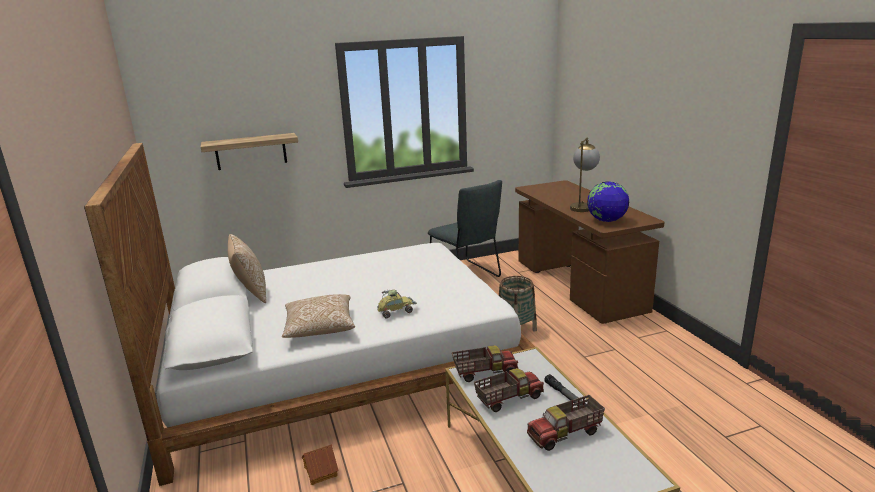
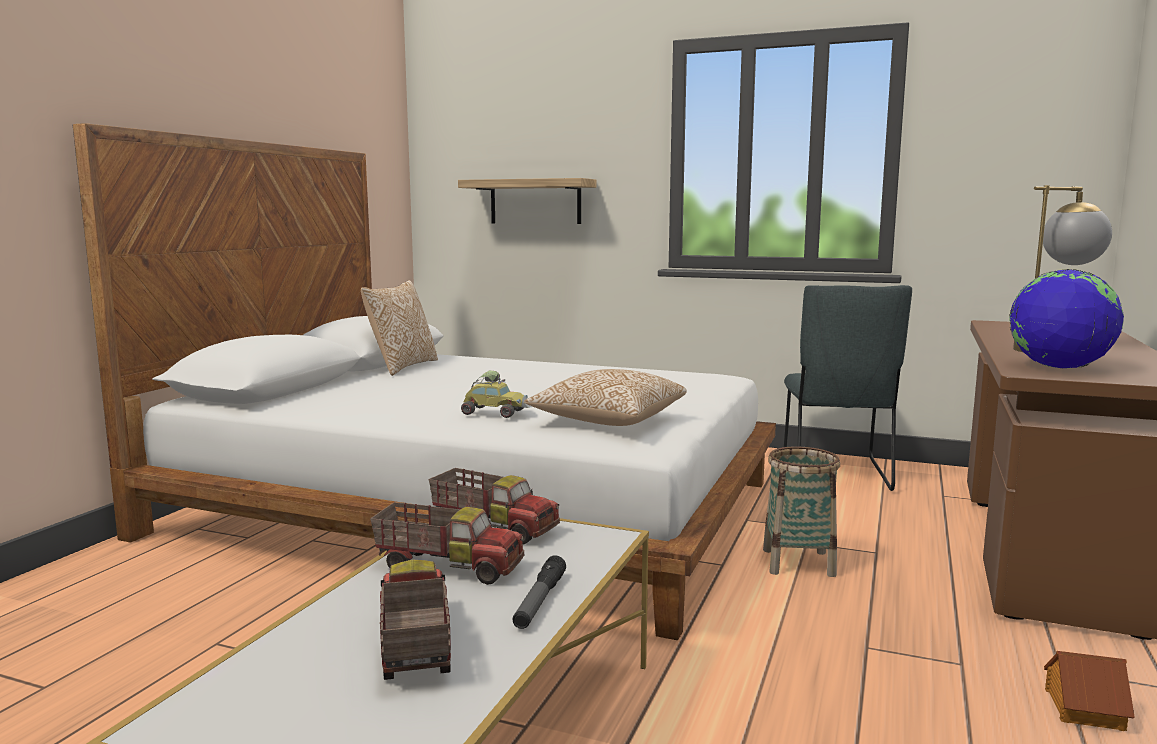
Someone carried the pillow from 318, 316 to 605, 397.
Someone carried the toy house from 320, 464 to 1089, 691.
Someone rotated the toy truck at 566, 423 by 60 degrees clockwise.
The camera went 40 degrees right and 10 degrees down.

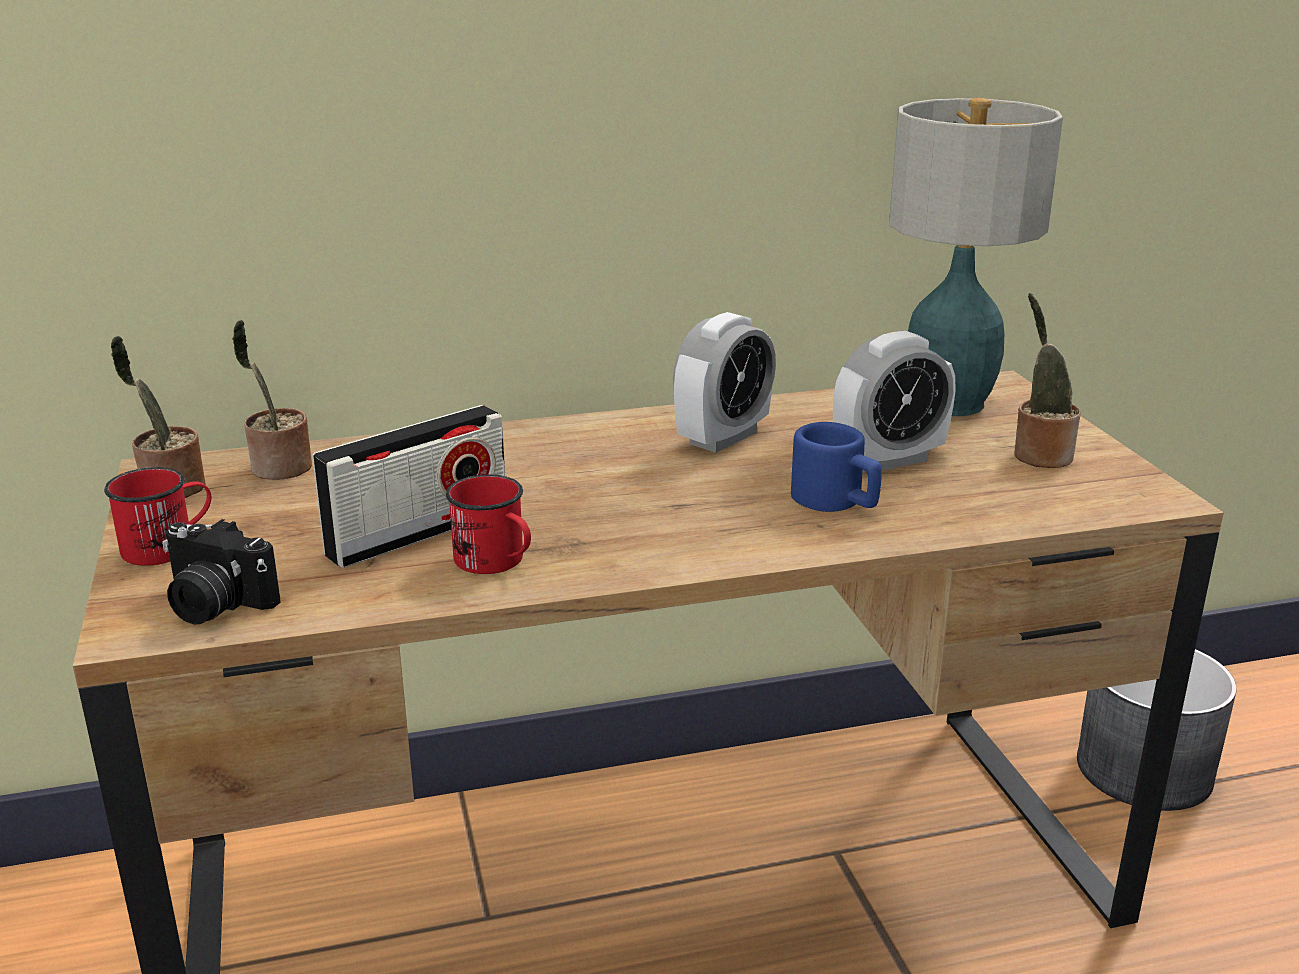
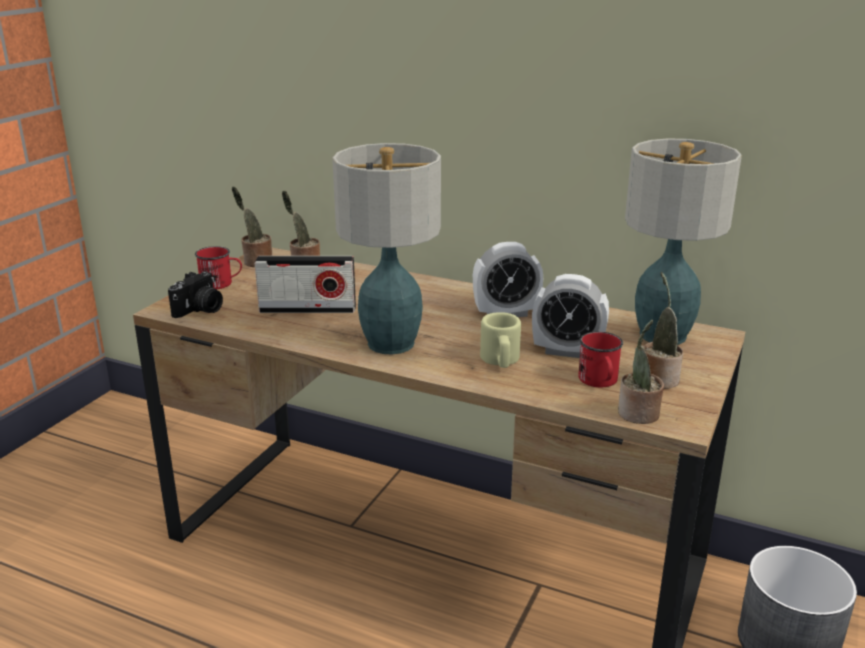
Someone rotated the photo camera at 221, 572 by 120 degrees counterclockwise.
Someone carried the mug (red) from 488, 524 to 600, 359.
Someone repainted the mug (blue) at 836, 467, which became the mug (beige) at 500, 340.
Someone put down the table lamp at 386, 248.
Someone put down the potted plant at 641, 372.
The camera went 40 degrees right and 0 degrees up.

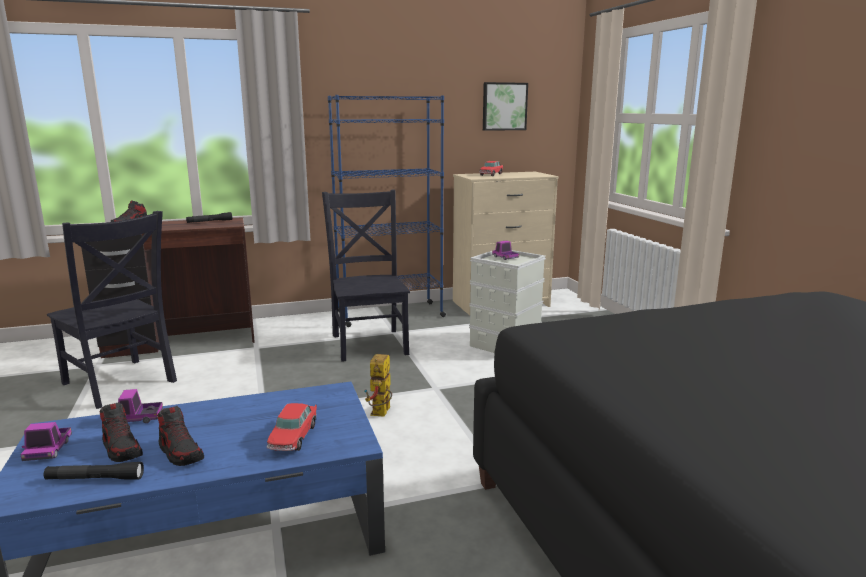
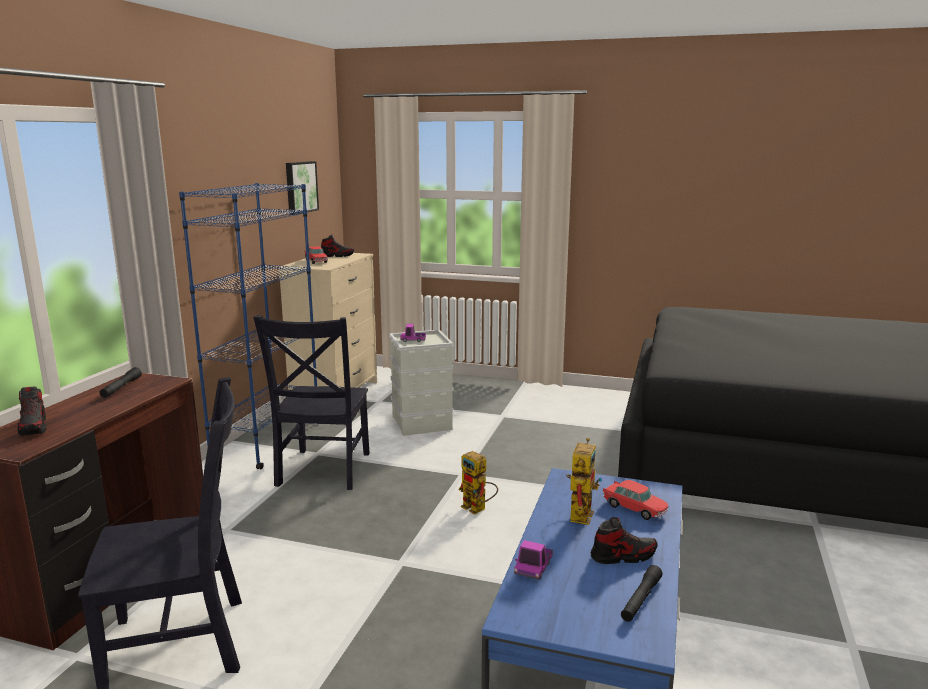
Someone took away the toy truck at 46, 441.
Someone carried the shoe from 121, 432 to 337, 246.
Someone rotated the chair (black) at 366, 276 by 105 degrees counterclockwise.
Someone put down the toy robot at 584, 481.
The camera went 55 degrees left and 0 degrees up.

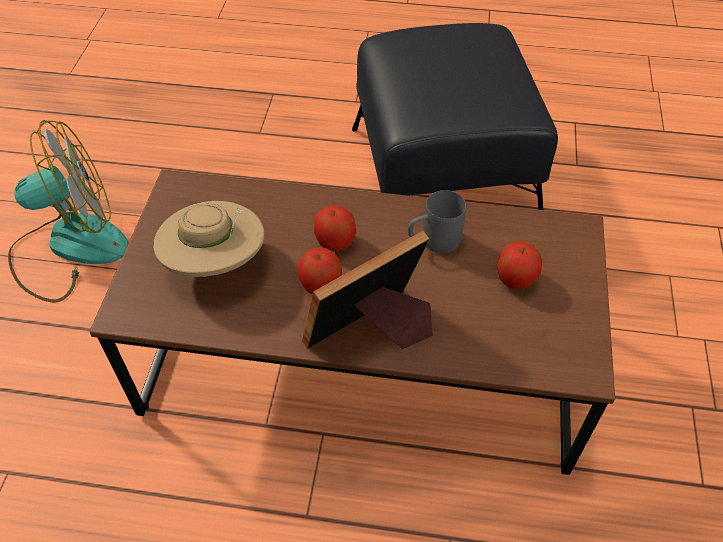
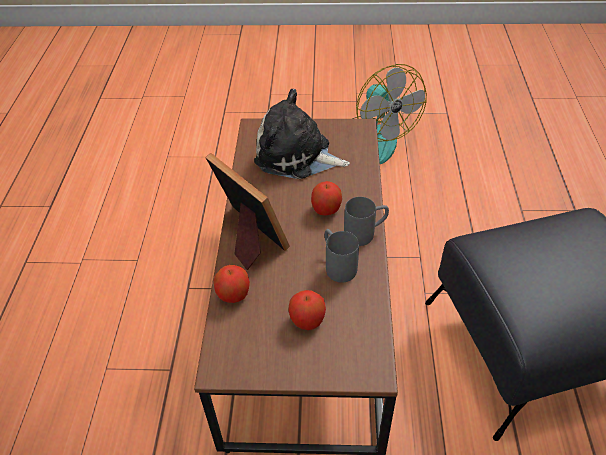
Someone swapped the hat (beige) at 209, 239 for the plush toy at 302, 134.
Someone carried the apple from 320, 270 to 232, 284.
Someone put down the mug (grey) at 366, 221.
The camera went 85 degrees right and 5 degrees down.

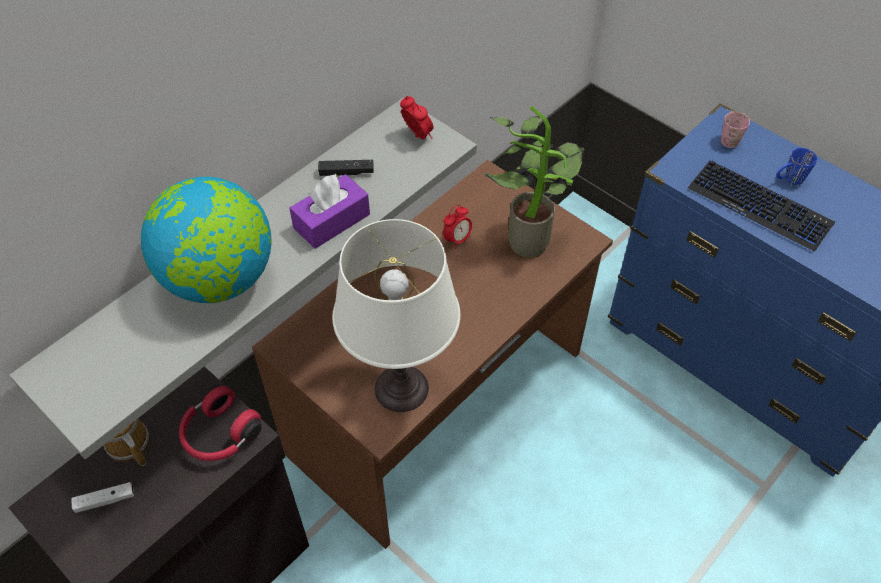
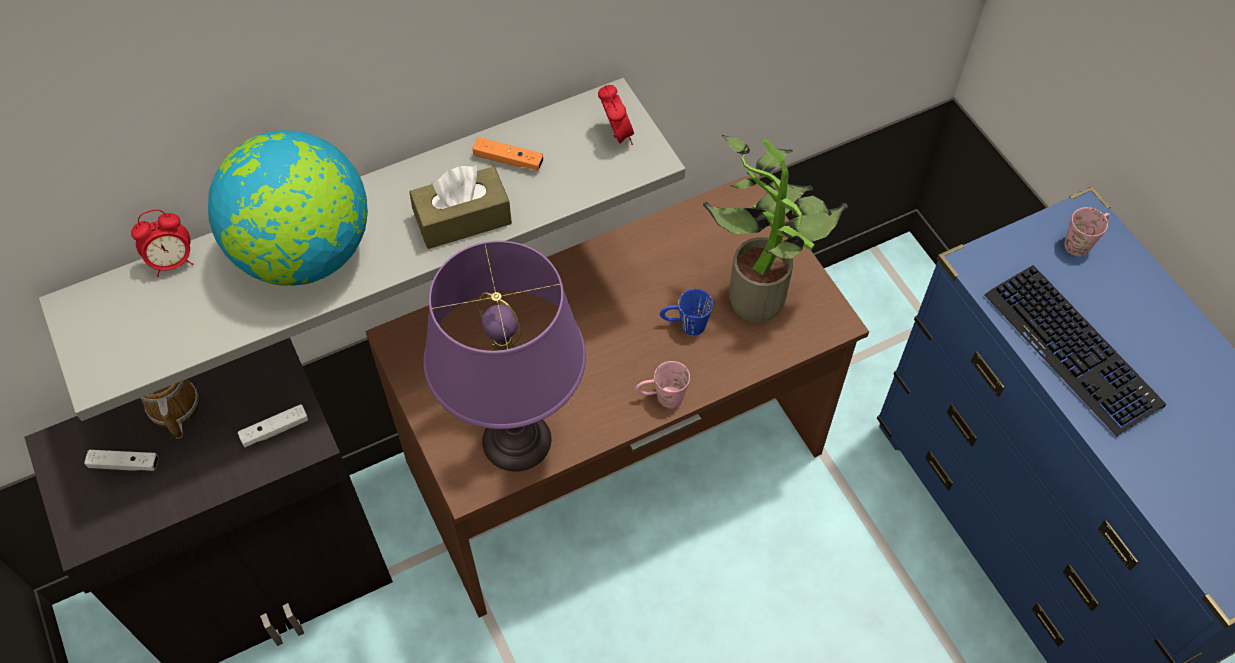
Someone swapped the headphones (red) at 220, 423 for the game controller (white) at 273, 425.
Someone repainted the tissue box (purple) at 329, 211, which became the tissue box (brown) at 460, 207.
Someone repainted the game controller (black) at 346, 168, which became the game controller (orange) at 508, 154.
Someone repainted the table lamp (white) at 396, 315, which became the table lamp (purple) at 505, 356.
Someone carried the alarm clock from 457, 227 to 162, 243.
Someone carried the mug (blue) from 797, 166 to 686, 312.
Someone put down the mug (pink) at 662, 384.
The camera went 20 degrees right and 5 degrees up.

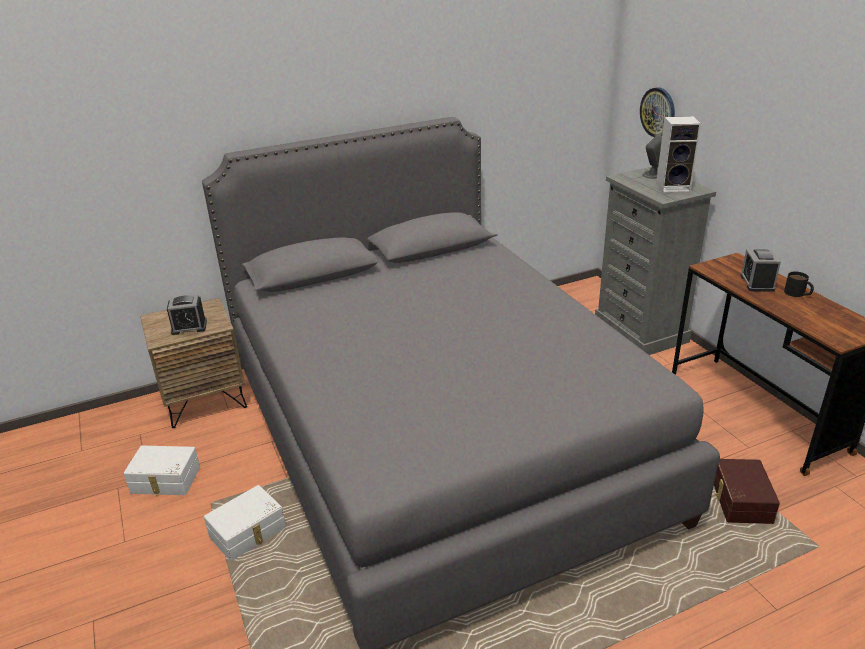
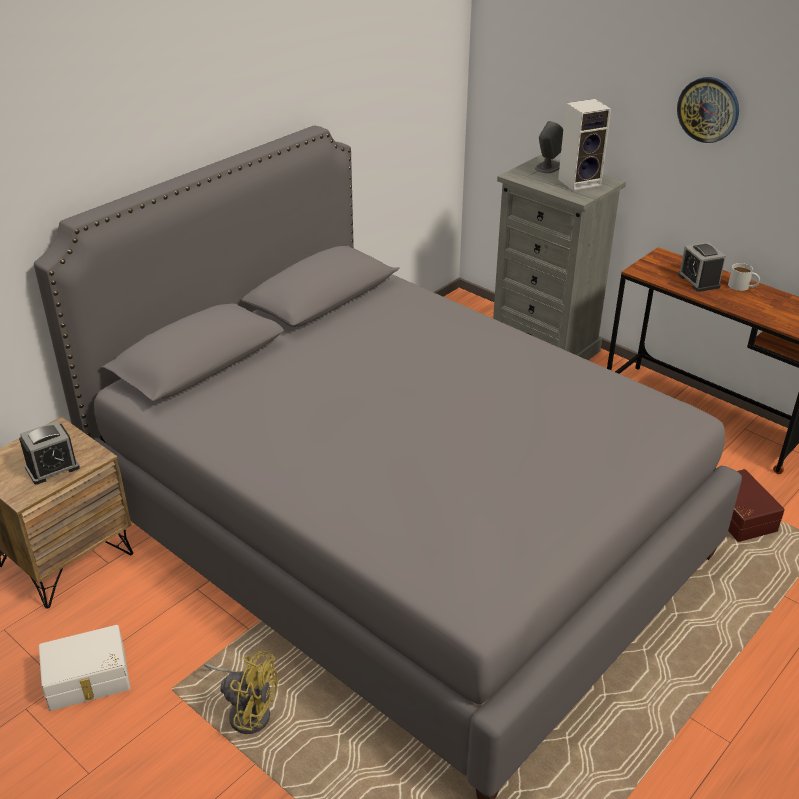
Someone swapped the storage box (white) at 245, 523 for the fan (yellow) at 241, 692.
Someone carried the wall clock from 657, 112 to 708, 110.
Someone repainted the mug (black) at 799, 284, which became the mug (white) at 744, 277.
The camera went 25 degrees left and 5 degrees up.

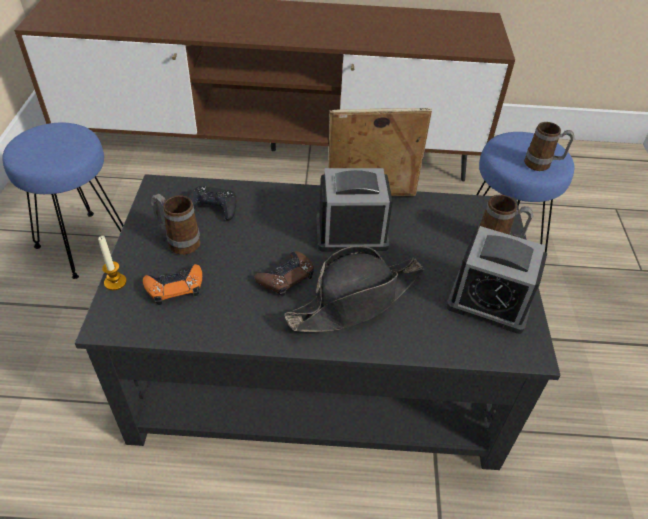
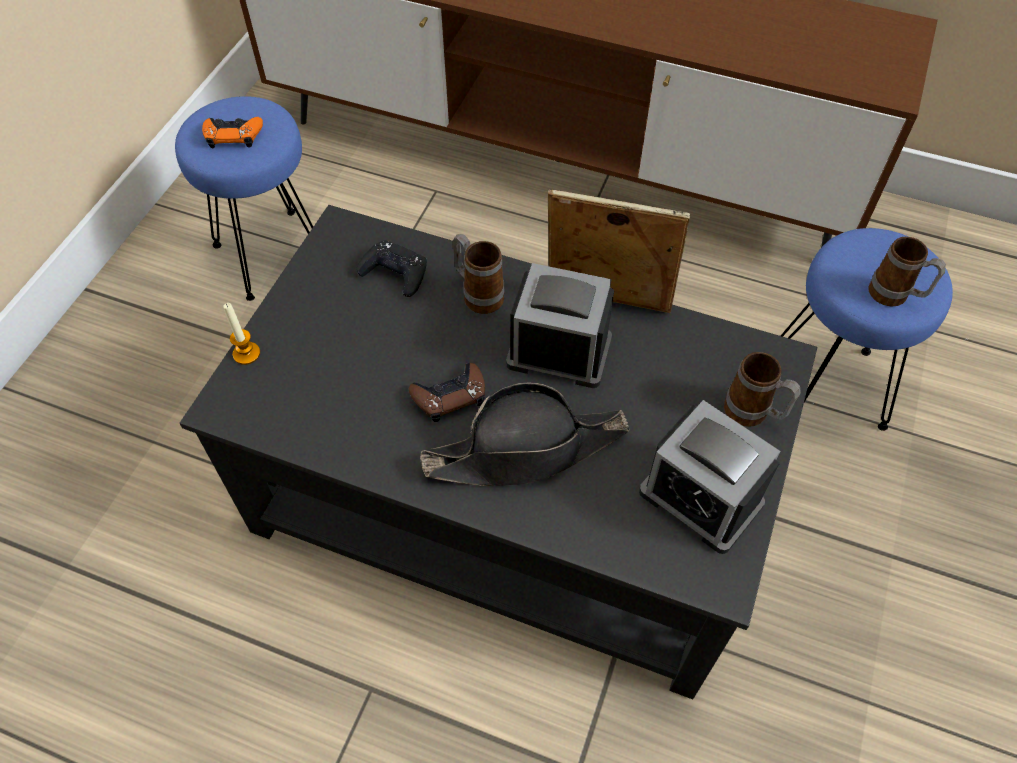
Someone carried the game controller (orange) from 172, 284 to 232, 132.
Someone carried the mug from 176, 224 to 478, 274.
The camera went 20 degrees right and 10 degrees up.

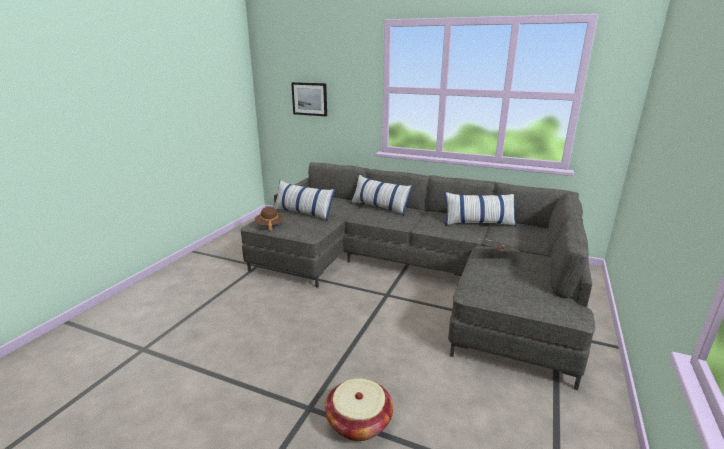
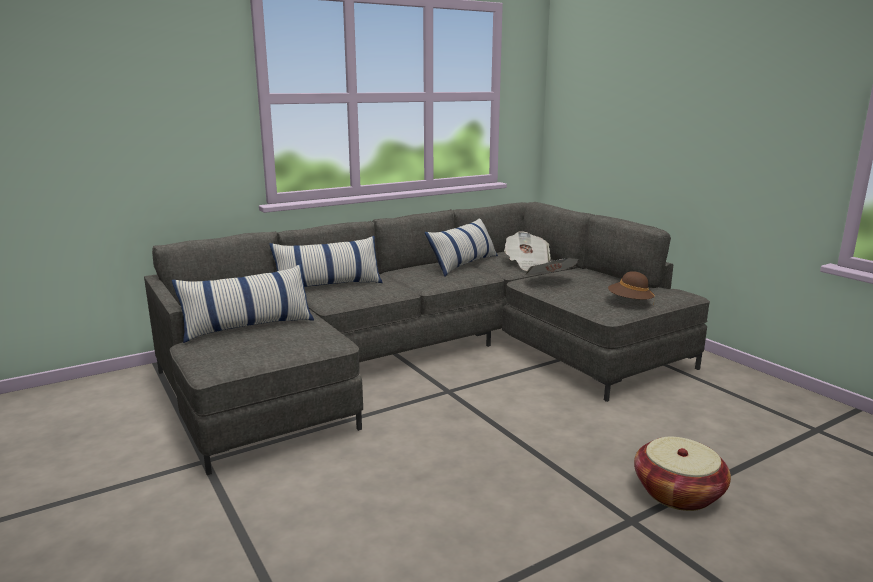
Someone carried the hat (brown) from 269, 219 to 631, 285.
Someone took away the picture at 309, 99.
Someone put down the newspaper at 527, 251.
The camera went 55 degrees left and 5 degrees down.

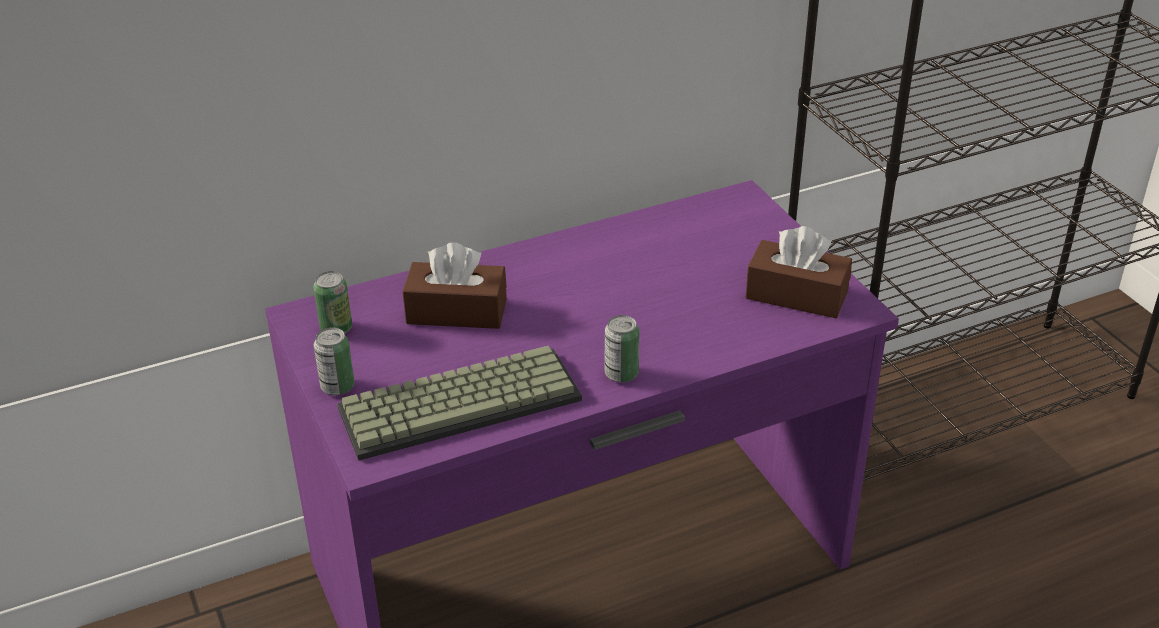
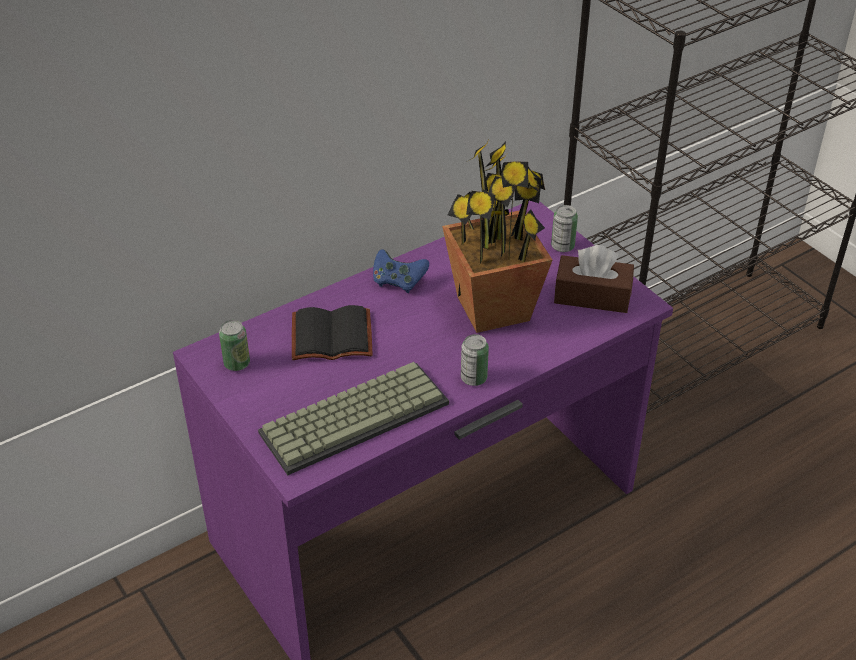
Someone carried the can from 334, 361 to 564, 228.
Someone swapped the tissue box (brown) at 454, 286 for the book (black) at 332, 332.
Someone put down the game controller (blue) at 401, 271.
Someone put down the potted plant at 497, 237.
The camera went 10 degrees left and 5 degrees up.

